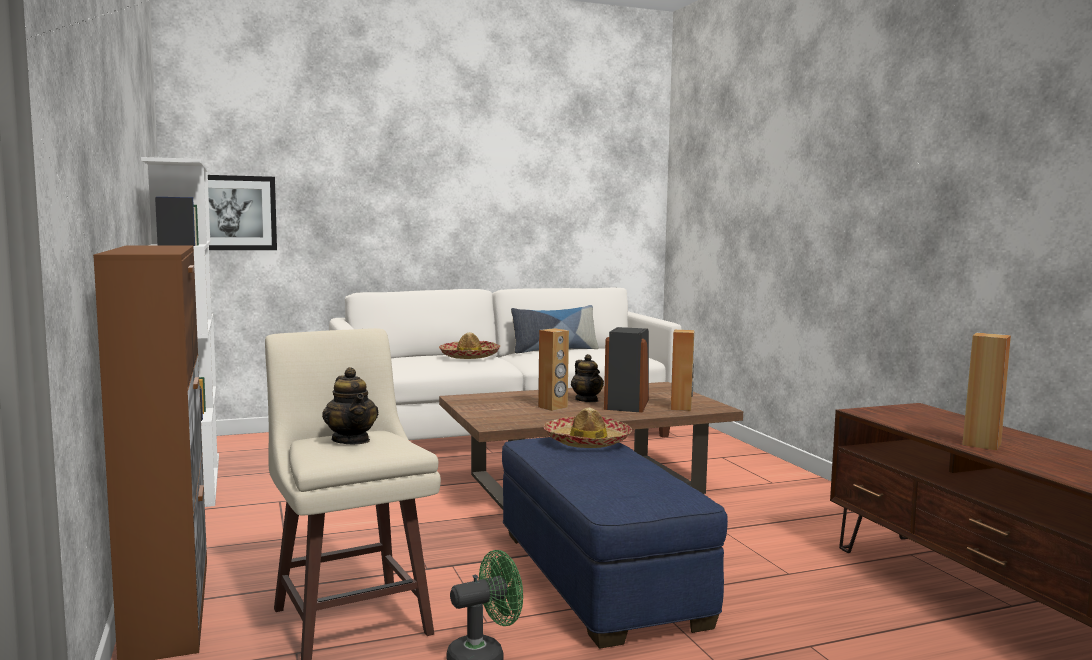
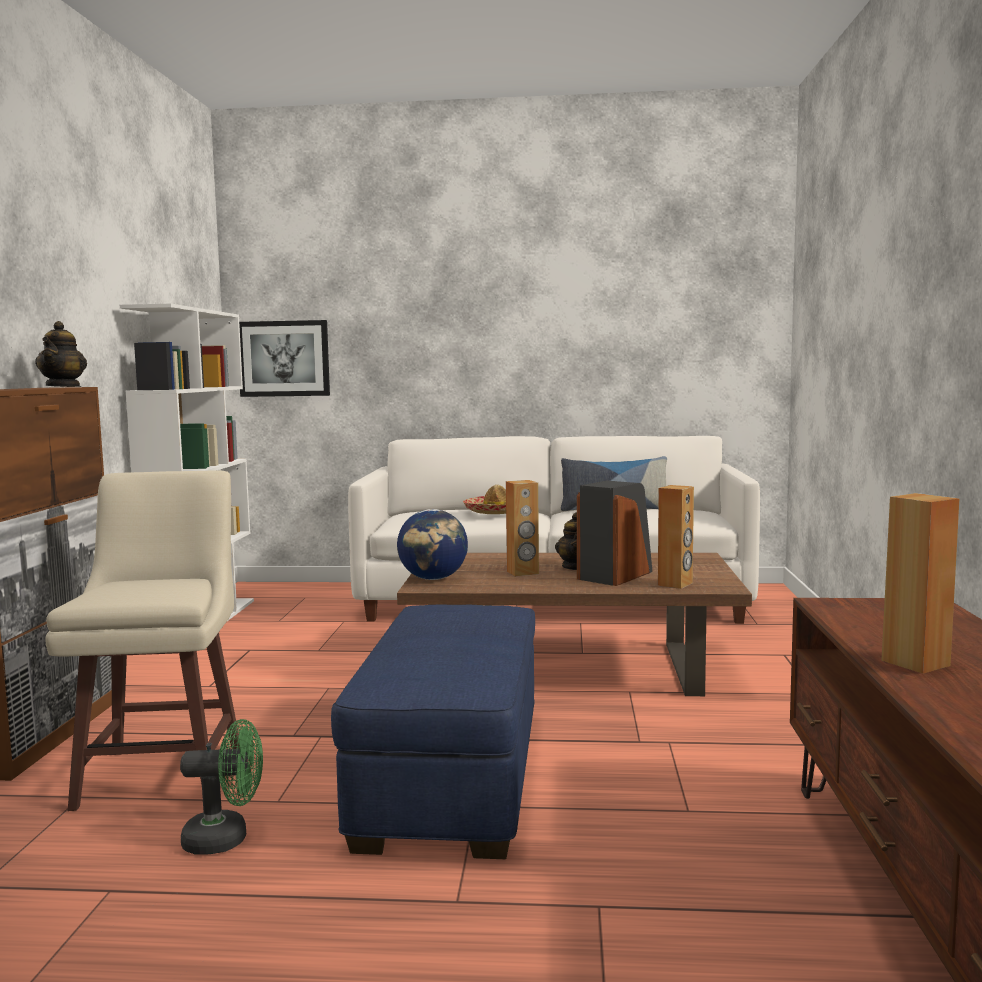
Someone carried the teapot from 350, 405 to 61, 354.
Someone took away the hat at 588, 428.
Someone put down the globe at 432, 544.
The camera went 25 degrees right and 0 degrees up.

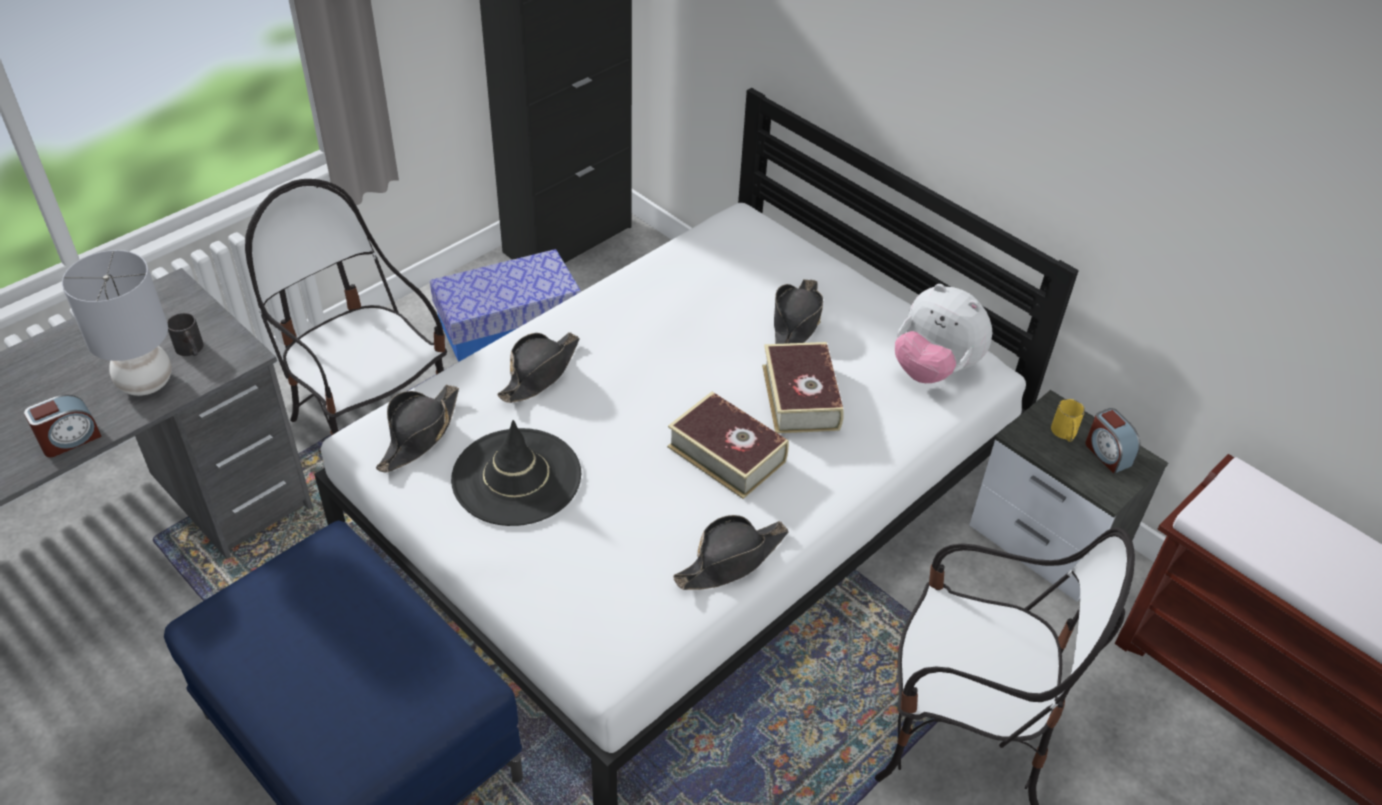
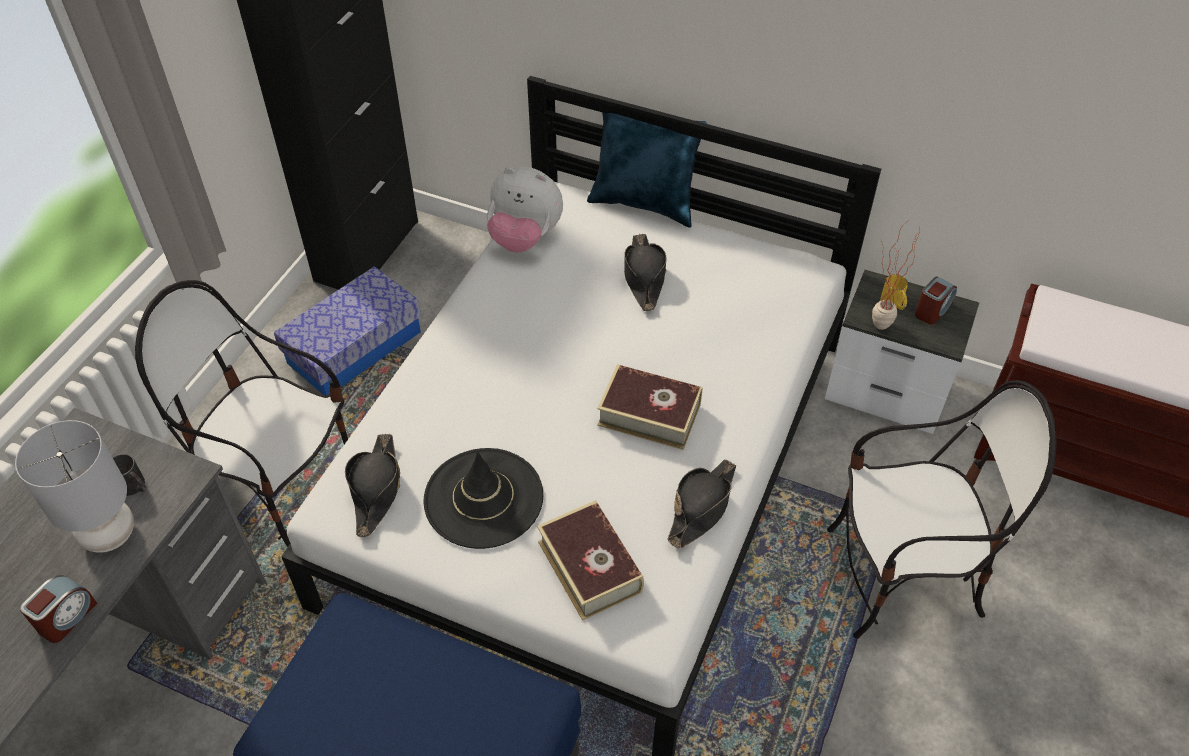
Someone took away the hat (black) at 538, 367.
Someone carried the book from 803, 387 to 590, 560.
Someone carried the plush toy from 943, 333 to 525, 209.
Someone rotated the alarm clock at 1113, 441 by 90 degrees counterclockwise.
Someone put down the pillow (blue) at 646, 170.
Someone put down the potted plant at 896, 275.
The camera went 20 degrees left and 5 degrees up.

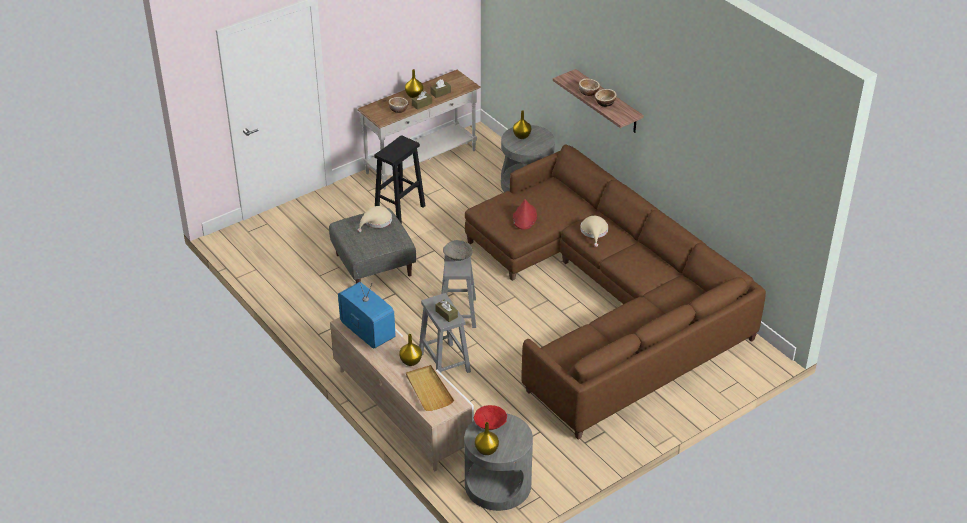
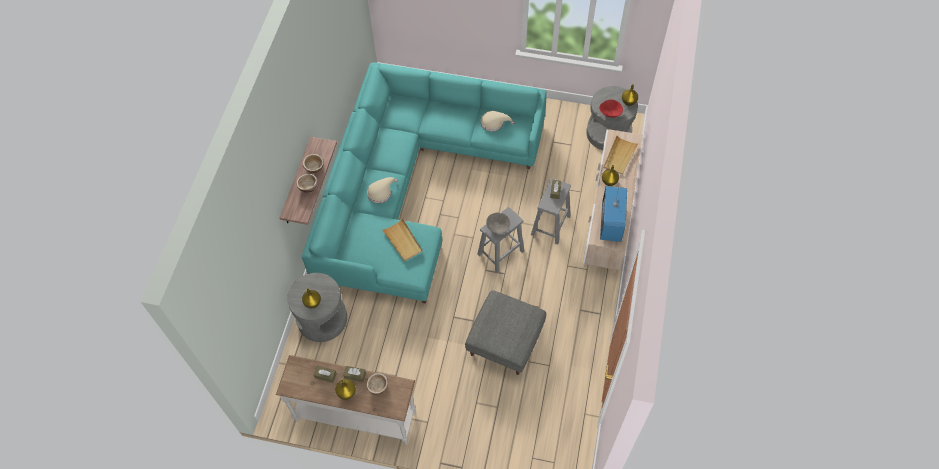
Someone carried the hat (beige) from 374, 219 to 497, 121.
Someone took away the stool (black) at 399, 179.
Someone repainted the sofa (brown) at 615, 292, which became the sofa (turquoise) at 424, 183.
Someone swapped the hat (red) at 525, 214 for the tray (beige) at 402, 239.
The camera went 130 degrees left and 20 degrees up.

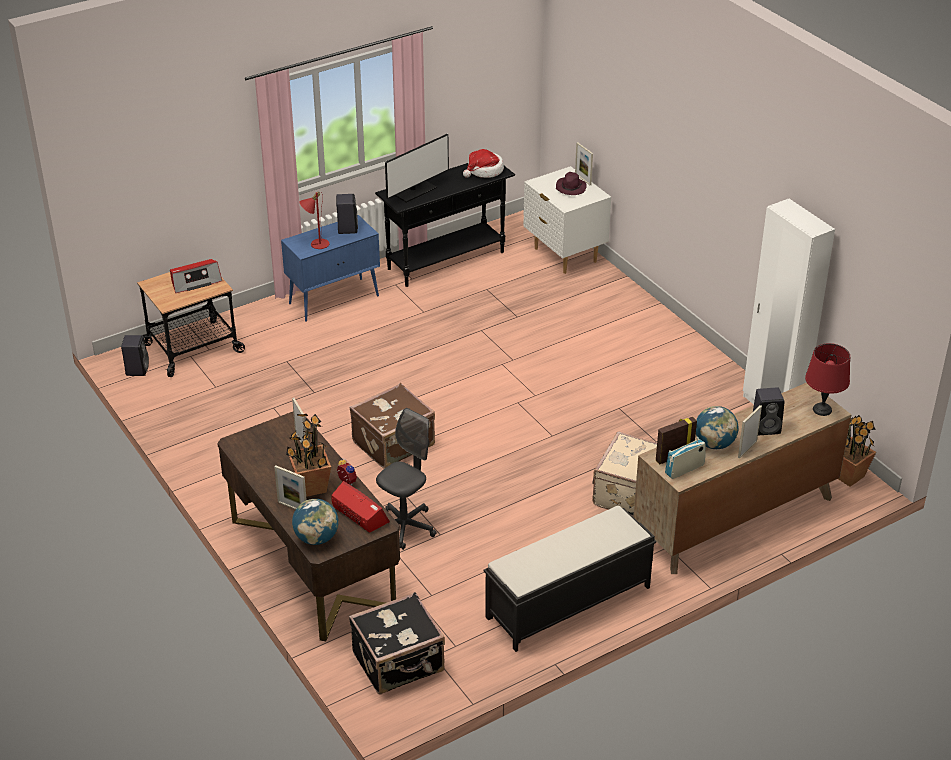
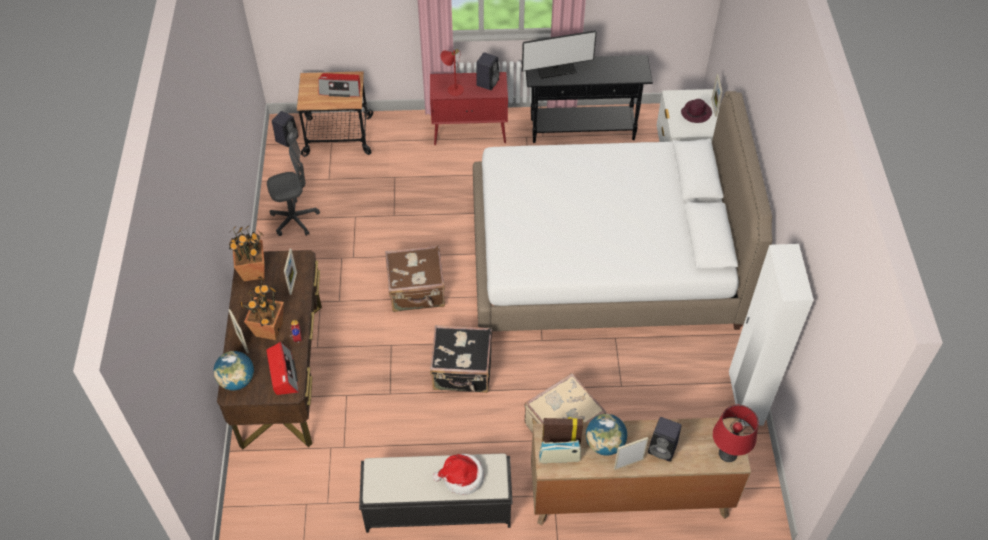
Someone repainted the cabinet (blue) at 330, 268, which became the cabinet (red) at 469, 108.
Someone carried the suitcase (black) from 397, 643 to 461, 359.
Someone carried the office chair (grey) from 406, 479 to 293, 186.
Someone carried the hat from 483, 163 to 458, 474.
Someone carried the potted plant from 857, 451 to 246, 253.
Someone put down the bed (white) at 623, 211.
The camera went 30 degrees right and 15 degrees up.

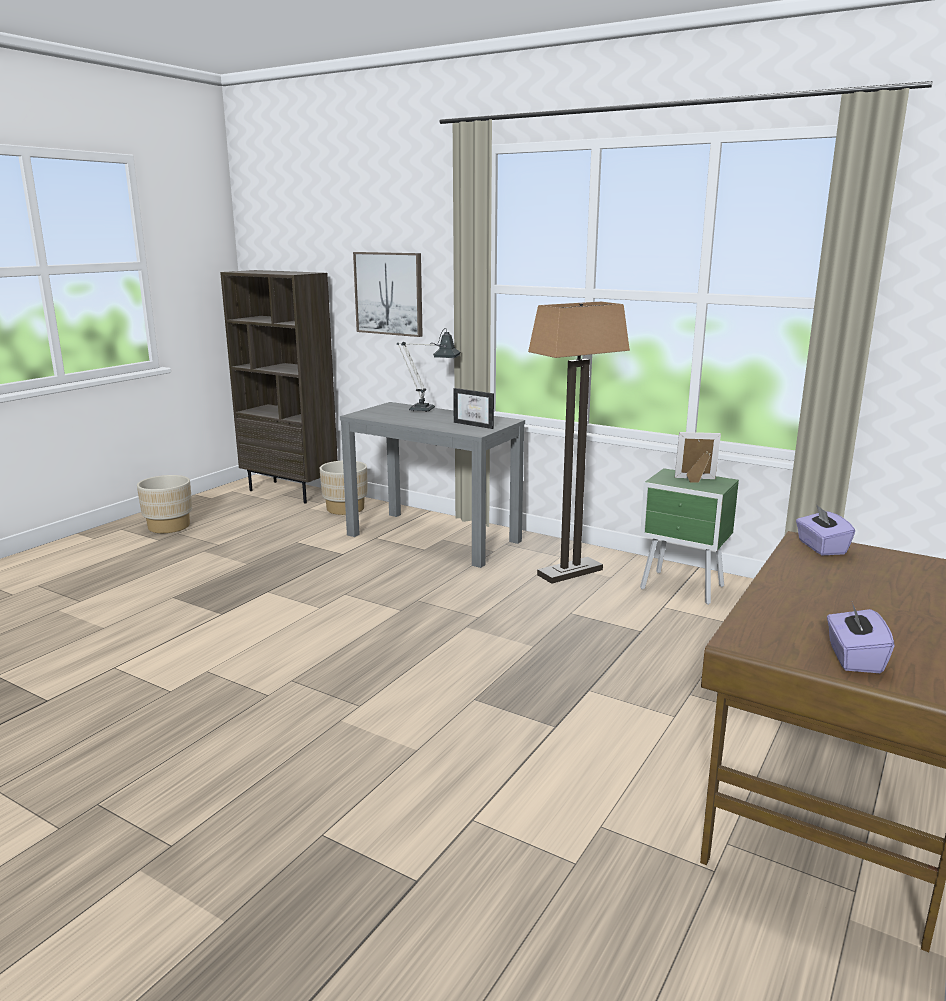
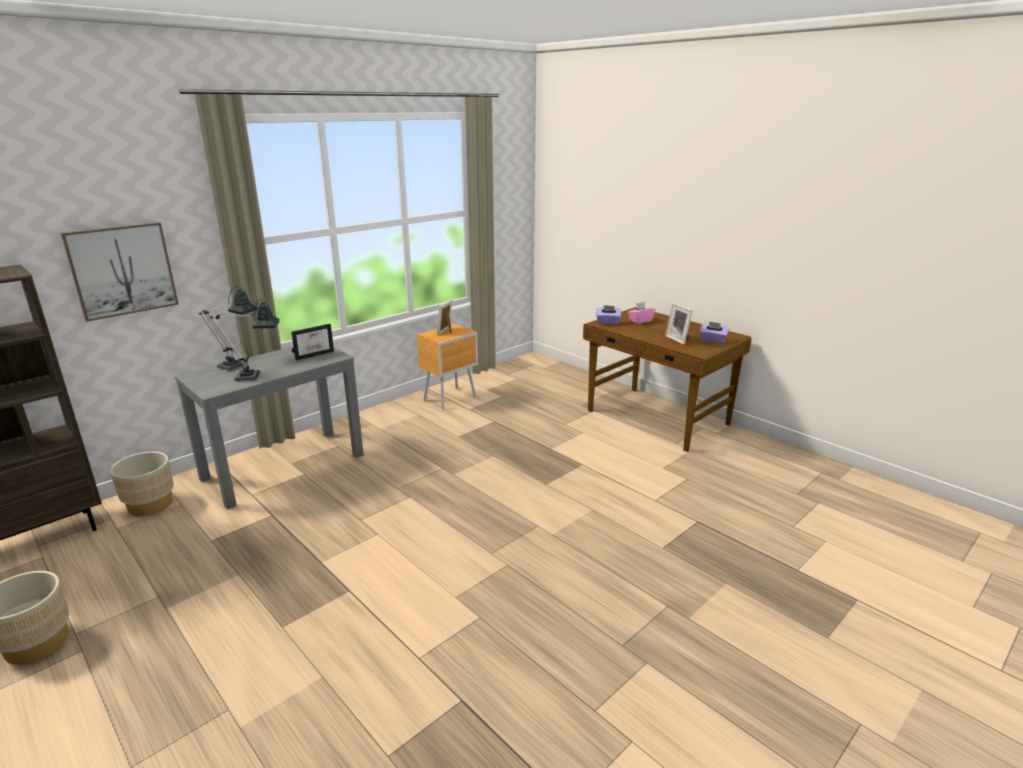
Someone took away the floor lamp at 579, 442.
Someone repainted the nightstand (green) at 689, 536, which became the nightstand (brown) at 447, 367.
Someone put down the table lamp at 244, 340.
Someone put down the tissue box (pink) at 641, 313.
Someone put down the picture frame at 679, 324.
The camera went 75 degrees left and 5 degrees up.

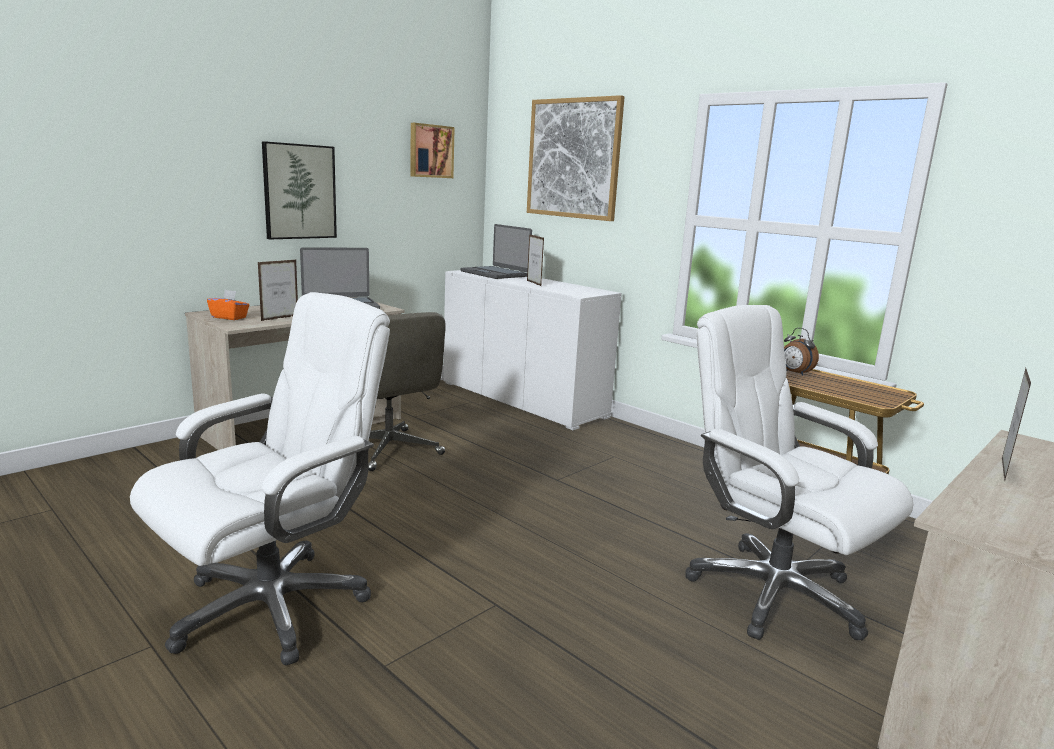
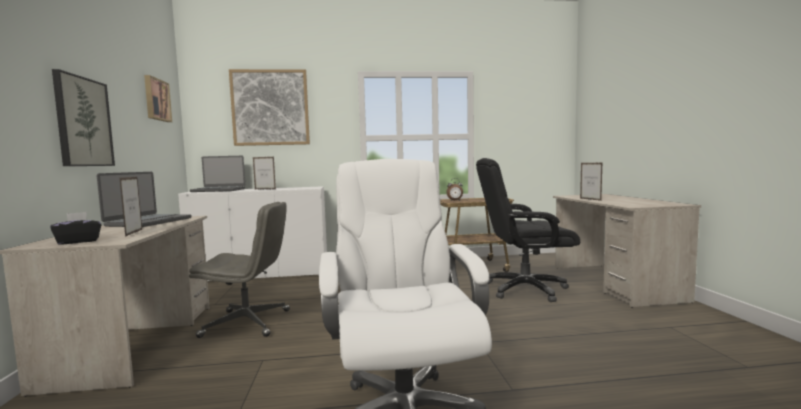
Someone repainted the tissue box (orange) at 228, 305, which became the tissue box (black) at 76, 228.
Someone repainted the office chair (white) at 799, 473, which became the office chair (black) at 528, 230.
The camera went 50 degrees left and 10 degrees down.

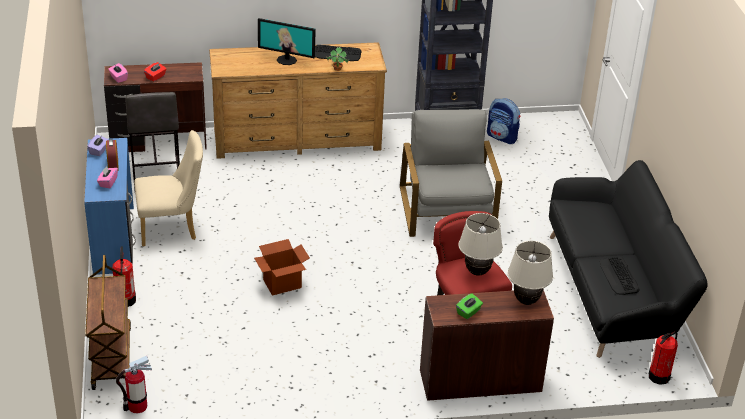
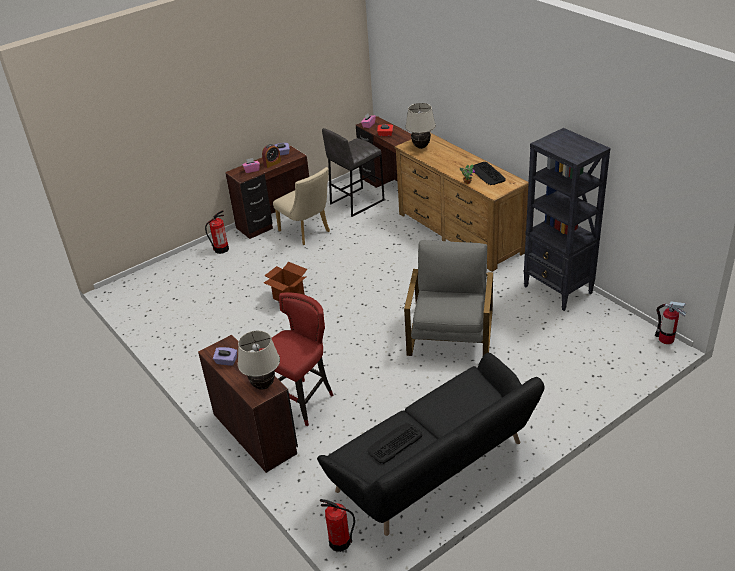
Someone repainted the desk (blue) at 110, 206, which became the desk (brown) at 267, 192.
Someone took away the cart (brown) at 108, 322.
Someone carried the fire extinguisher from 134, 384 to 670, 322.
Someone took away the monitor at 287, 41.
Someone rotated the armchair (grey) at 451, 173 by 45 degrees counterclockwise.
Someone repainted the tissue box (green) at 469, 306, which became the tissue box (purple) at 225, 356.
Someone carried the table lamp (beige) from 481, 244 to 420, 126.
Someone took away the backpack at 503, 121.
The camera went 65 degrees right and 0 degrees up.

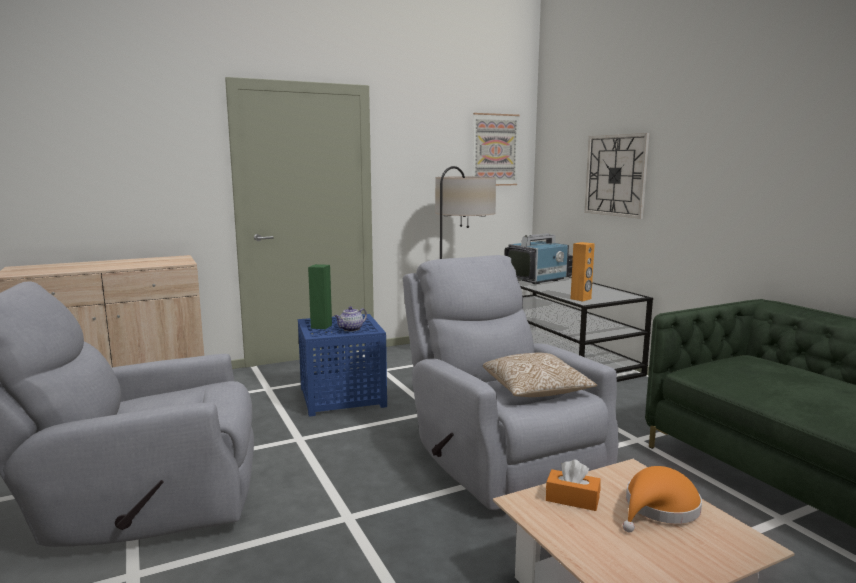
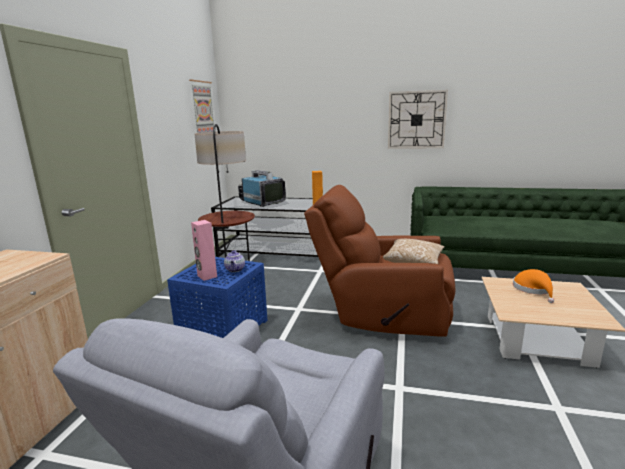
Someone repainted the speaker (green) at 320, 296, which became the speaker (pink) at 204, 250.
Someone repainted the armchair (grey) at 511, 382, which became the armchair (brown) at 379, 261.
Someone rotated the television at 539, 258 by 45 degrees counterclockwise.
Someone took away the tissue box (orange) at 573, 485.
Someone carried the wall clock from 617, 176 to 418, 119.
The camera went 50 degrees left and 5 degrees up.

